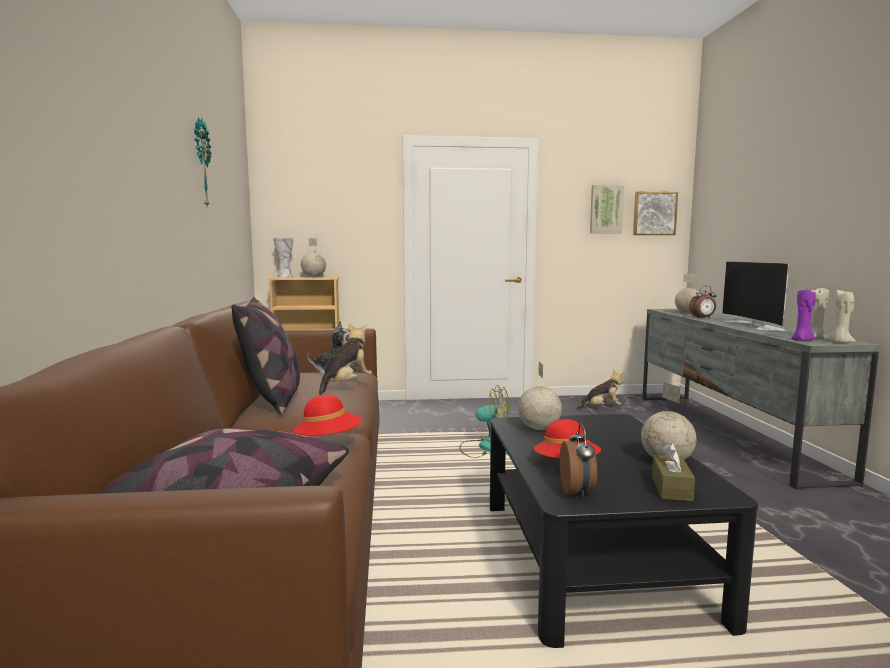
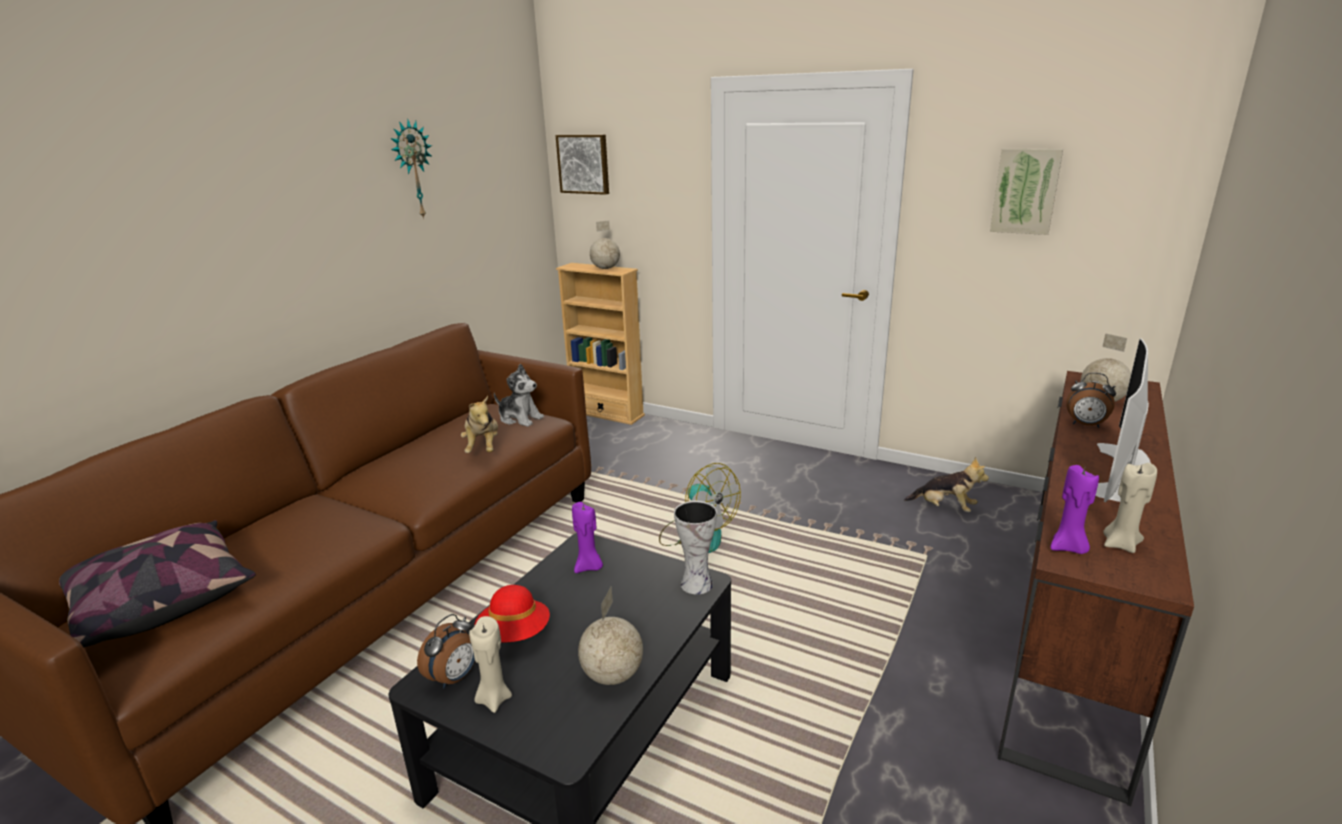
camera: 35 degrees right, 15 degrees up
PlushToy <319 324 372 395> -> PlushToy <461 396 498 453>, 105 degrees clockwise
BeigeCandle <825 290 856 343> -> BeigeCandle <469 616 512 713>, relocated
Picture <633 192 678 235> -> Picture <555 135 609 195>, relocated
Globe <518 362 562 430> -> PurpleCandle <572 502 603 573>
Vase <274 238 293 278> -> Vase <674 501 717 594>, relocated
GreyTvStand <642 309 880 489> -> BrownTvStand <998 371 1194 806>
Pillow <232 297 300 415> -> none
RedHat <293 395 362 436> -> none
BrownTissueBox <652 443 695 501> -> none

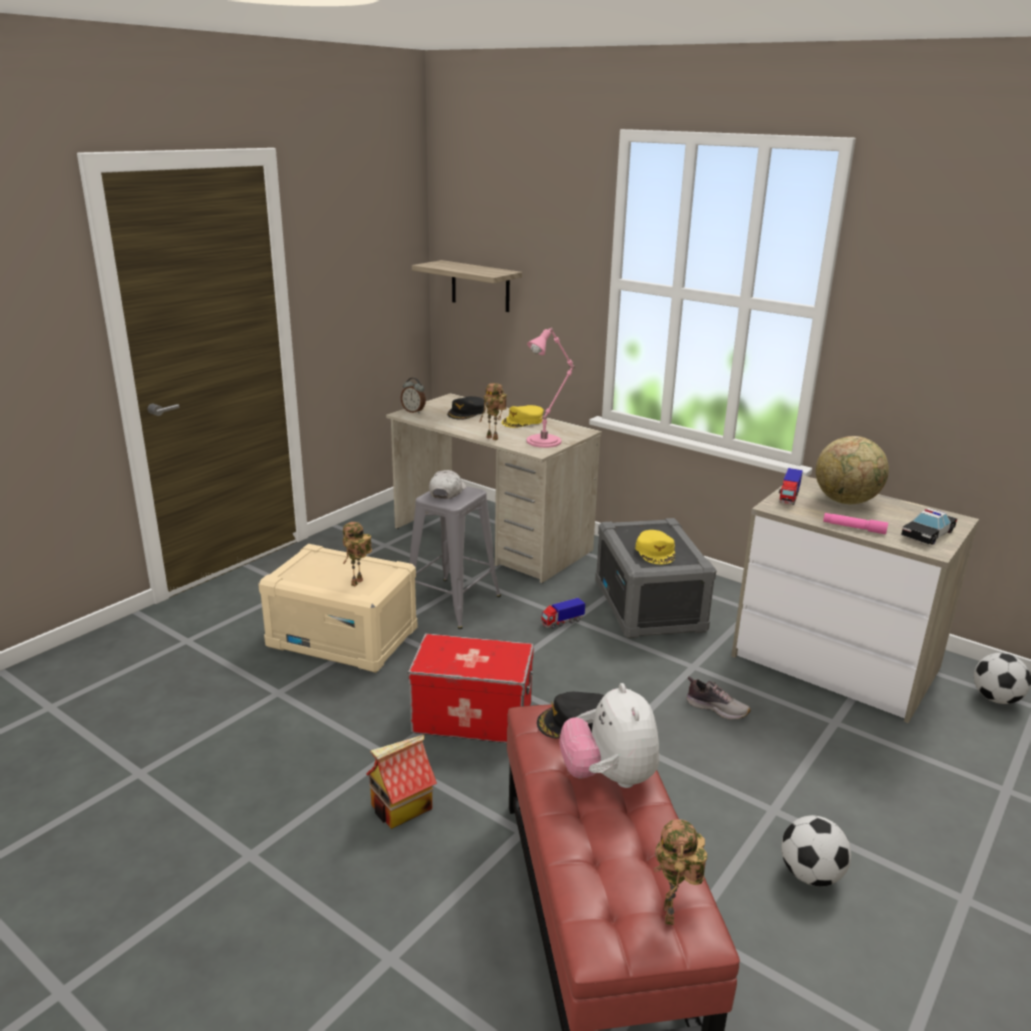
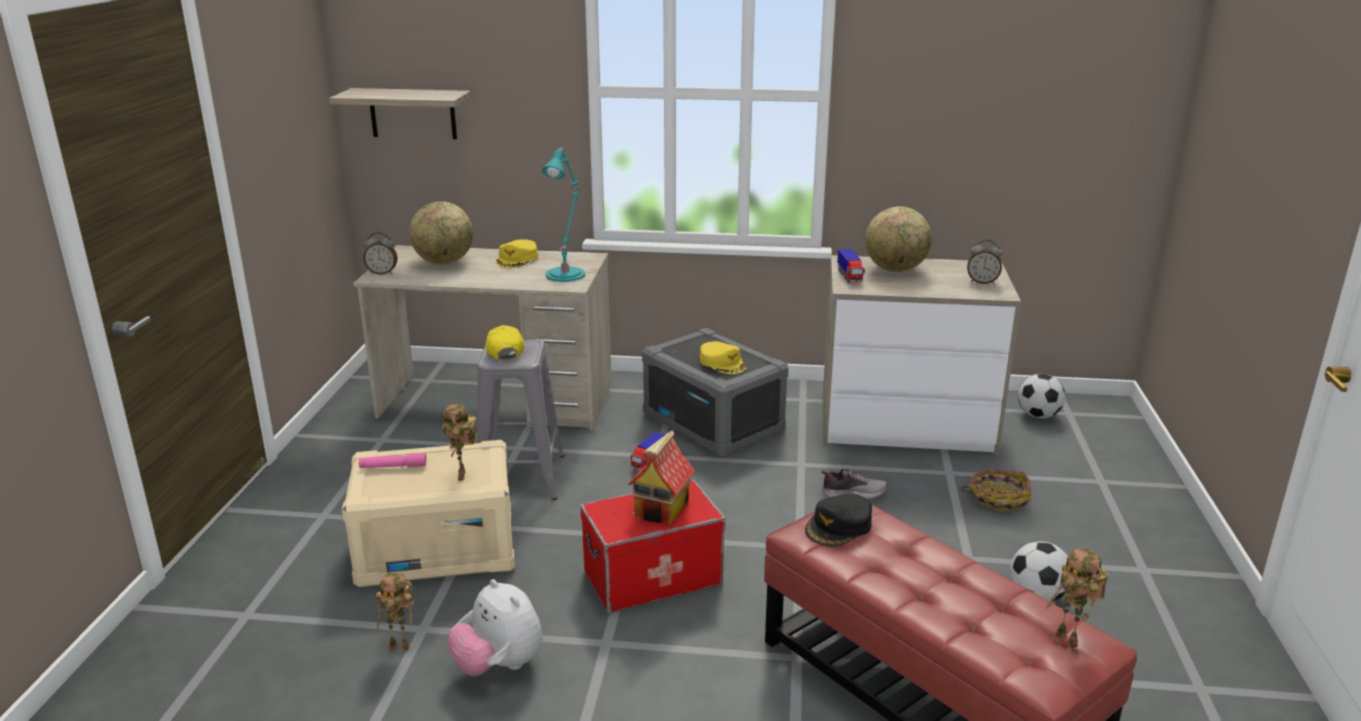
camera: 30 degrees left, 0 degrees up
PinkFlashlight <823 513 888 534> -> PinkFlashlight <359 453 427 468>, relocated
ToyRobot <480 383 507 440> -> ToyRobot <376 572 414 651>, relocated
BlackCap <447 396 485 420> -> Globe <409 201 473 265>
PlushToy <559 683 659 788> -> PlushToy <447 579 543 676>, relocated
WhiteCap <429 470 467 499> -> YellowCap <486 325 525 360>
PinkTableLamp <527 327 574 448> -> TurquoiseTableLamp <542 147 585 282>
ToyHouse <366 735 437 829> -> ToyHouse <628 429 695 525>, relocated
none -> Basket <961 469 1031 512>
ToyCar <901 508 957 545> -> AlarmClock <967 239 1002 284>

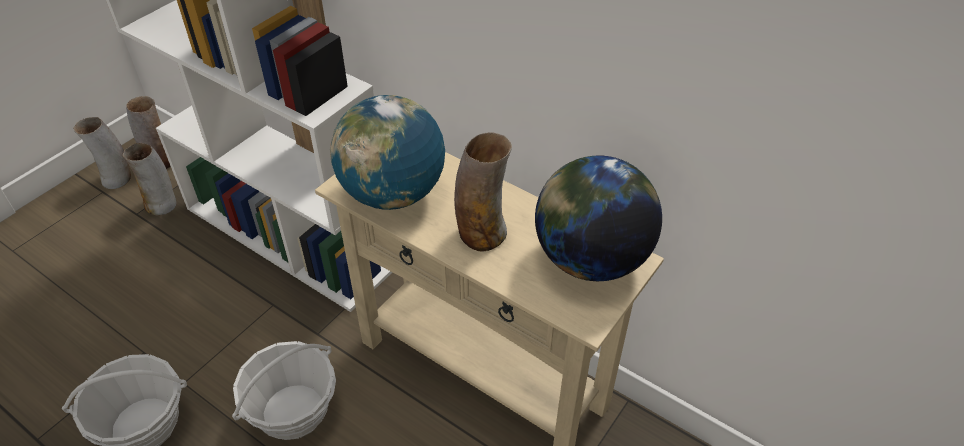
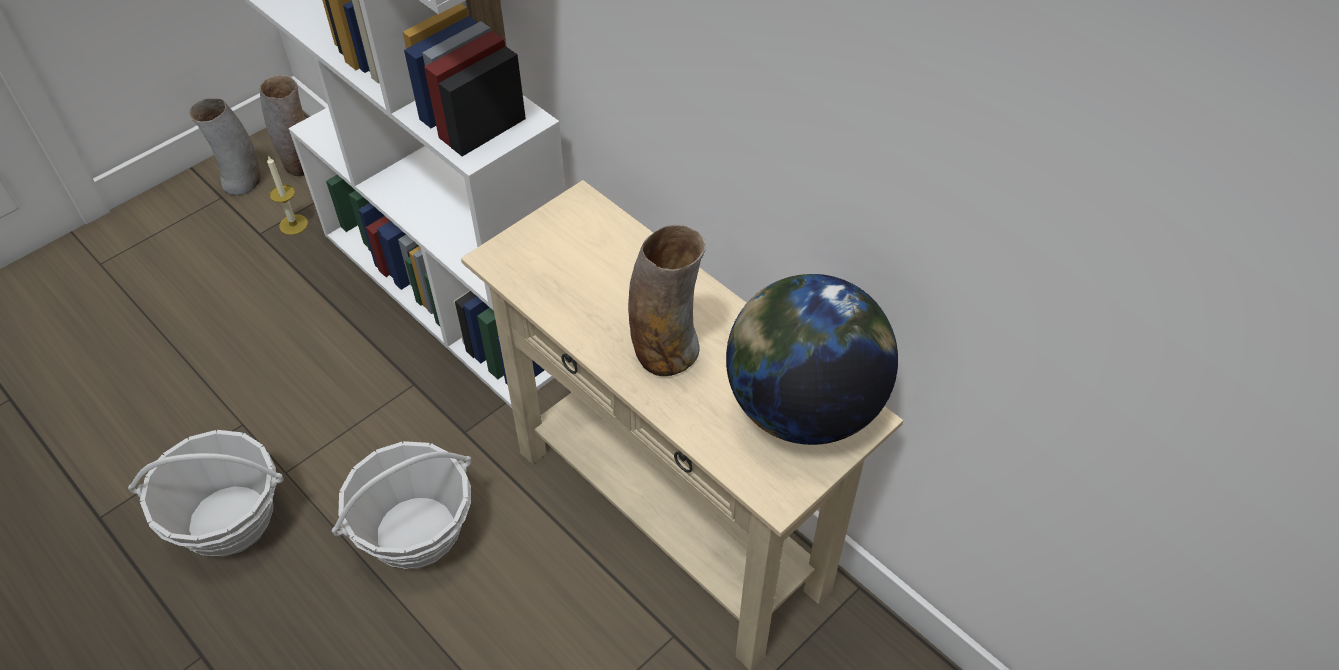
camera: 10 degrees right, 5 degrees up
Vase <123 143 177 215> -> Candle <267 155 308 235>
Globe <330 95 445 210> -> none

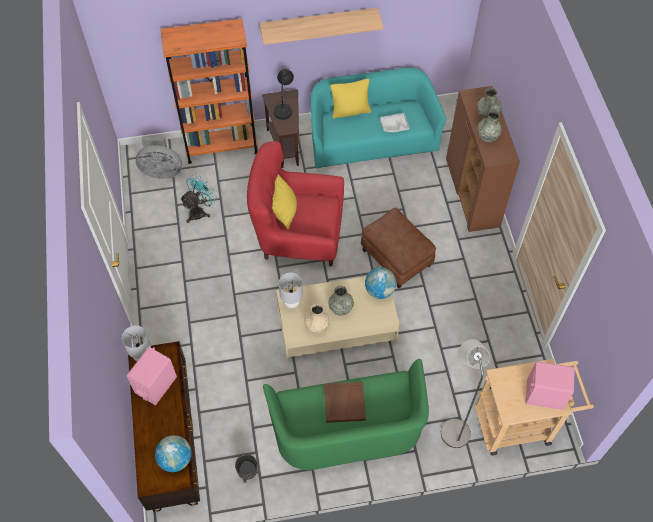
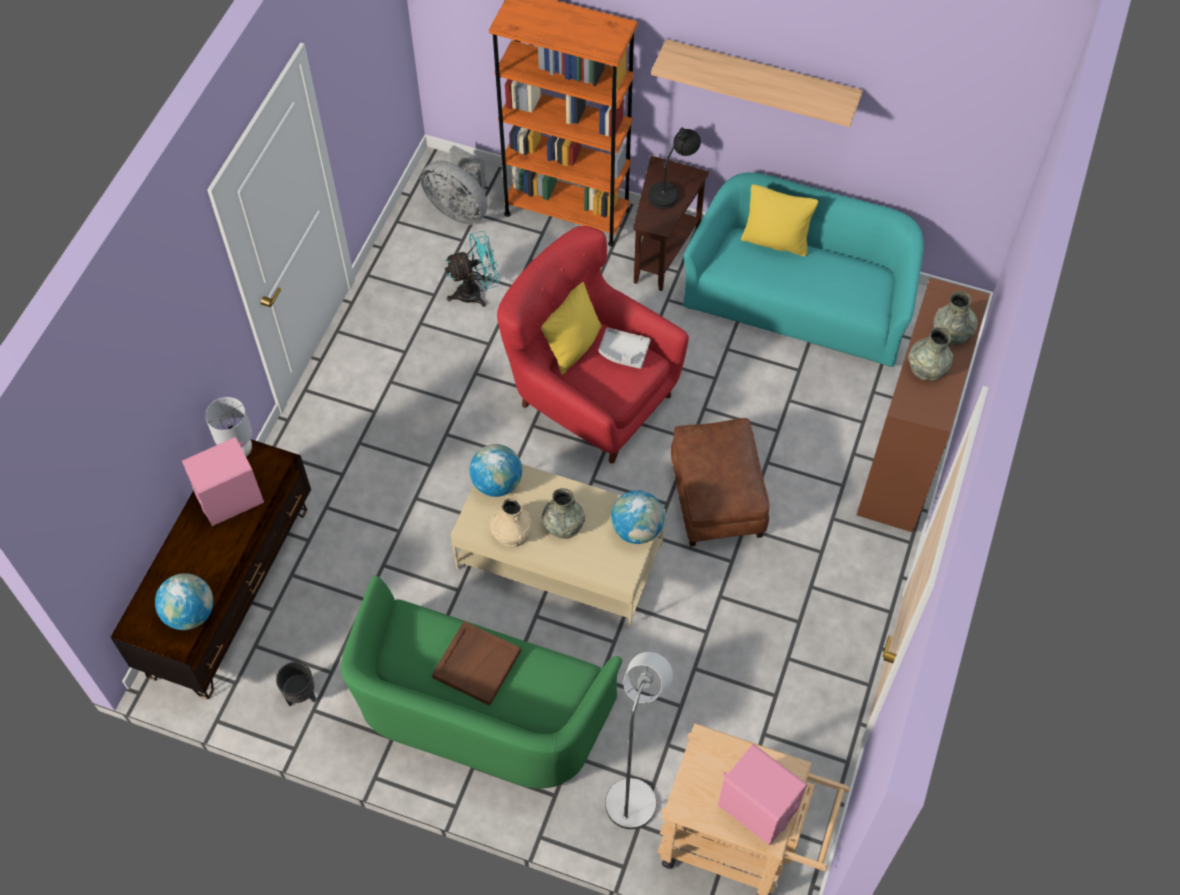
camera: 30 degrees right, 0 degrees up
GreyTableLamp <279 273 303 309> -> Globe <470 444 522 497>
GreyTray <380 113 410 132> -> GreyTray <599 328 651 369>, relocated

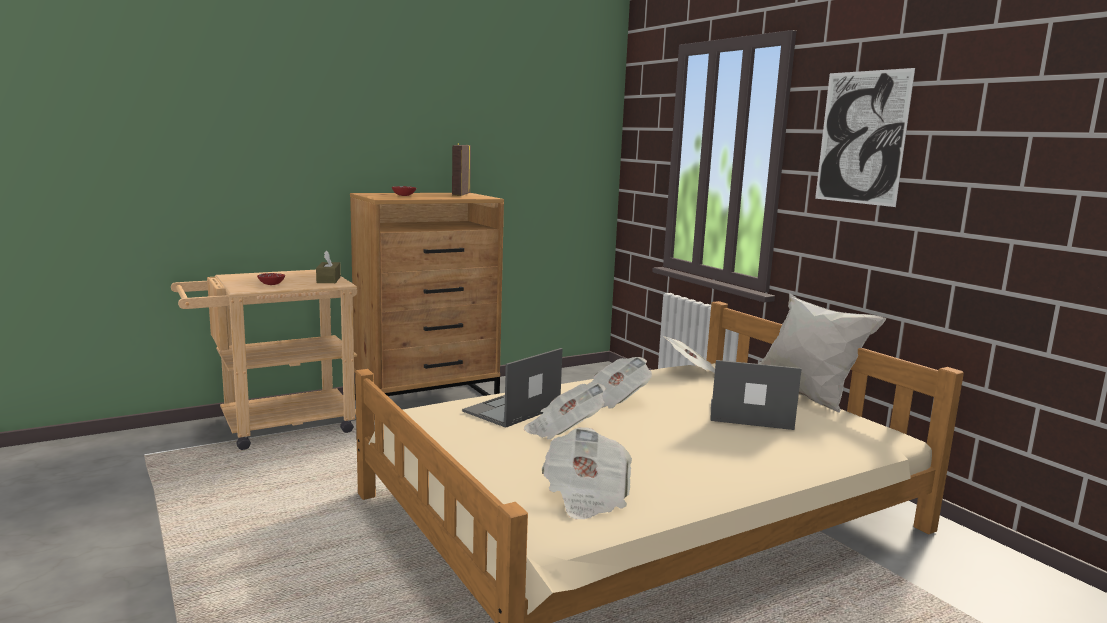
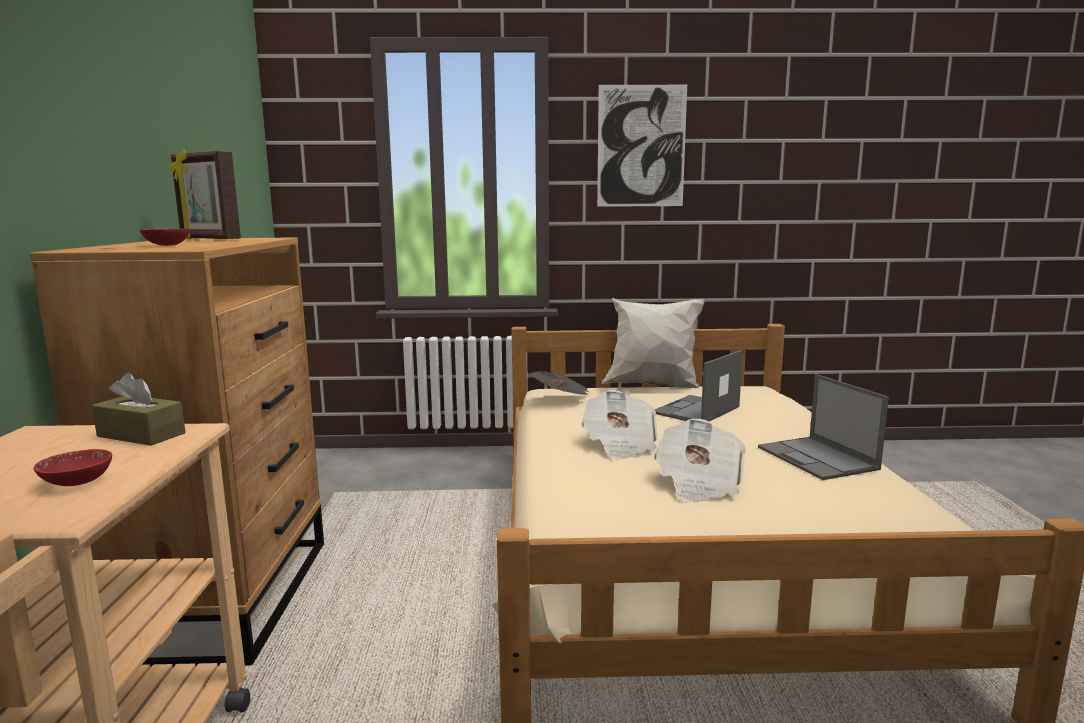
camera: 60 degrees left, 0 degrees up
Laptop <462 348 563 428> -> Laptop <758 374 889 480>, relocated
Newspaper <542 427 632 520> -> none

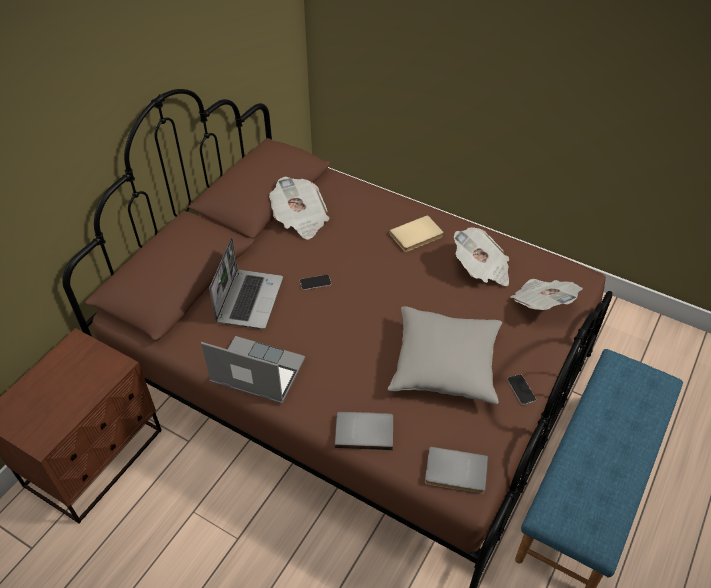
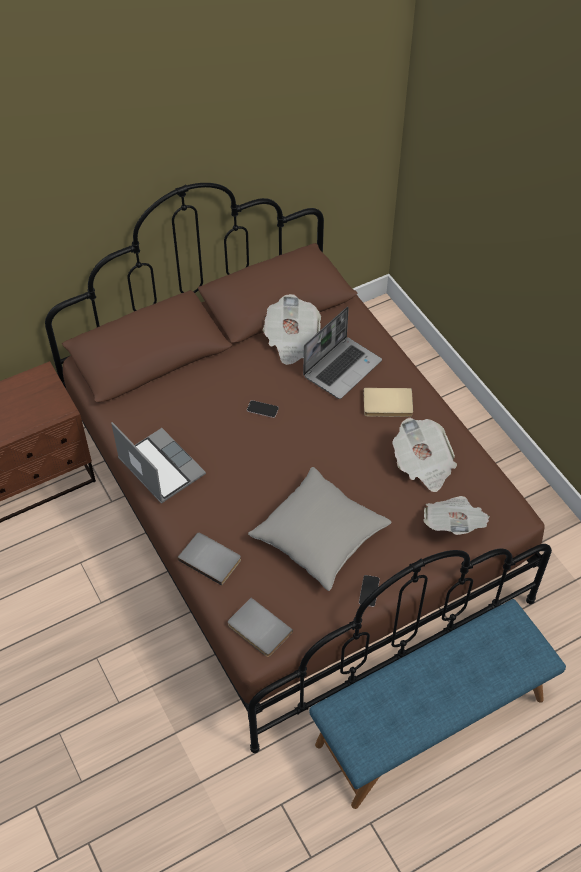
camera: 30 degrees right, 5 degrees up
Laptop <209 237 283 329> -> Laptop <303 307 382 399>, relocated

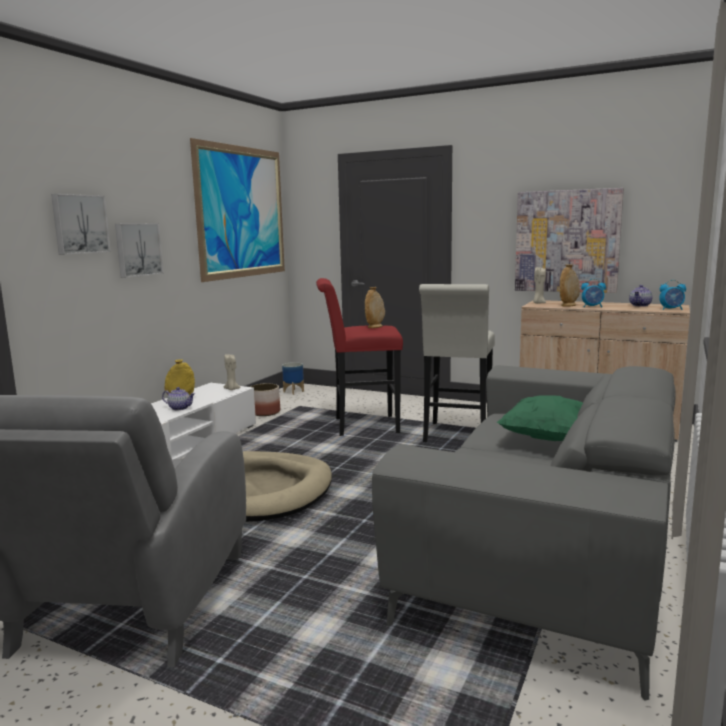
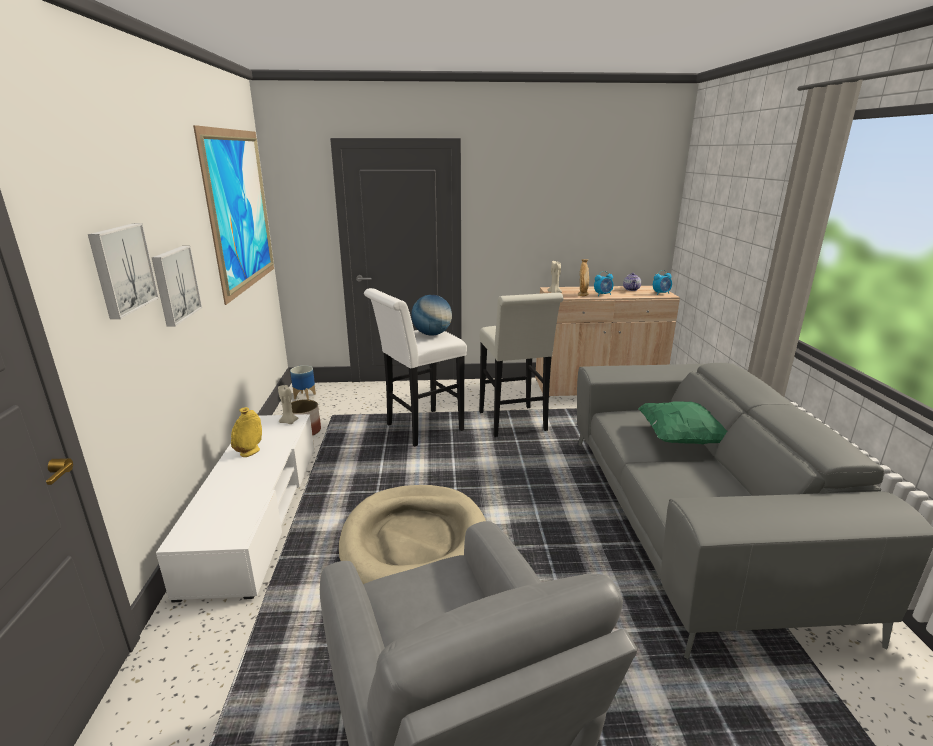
camera: 30 degrees left, 10 degrees up
RedStool <316 278 403 436> -> WhiteStool <364 288 467 447>
BeigeVase <365 287 385 328> -> Globe <411 295 452 336>
Teapot <162 387 195 410> -> none
Picture <515 188 624 293> -> none

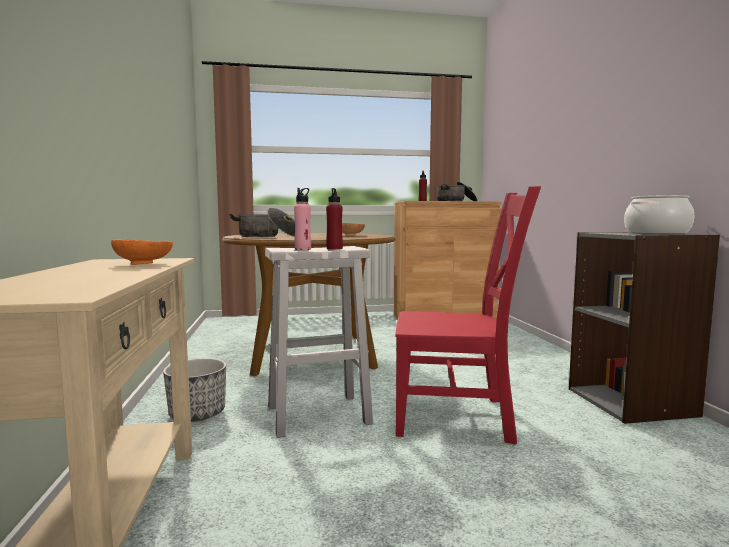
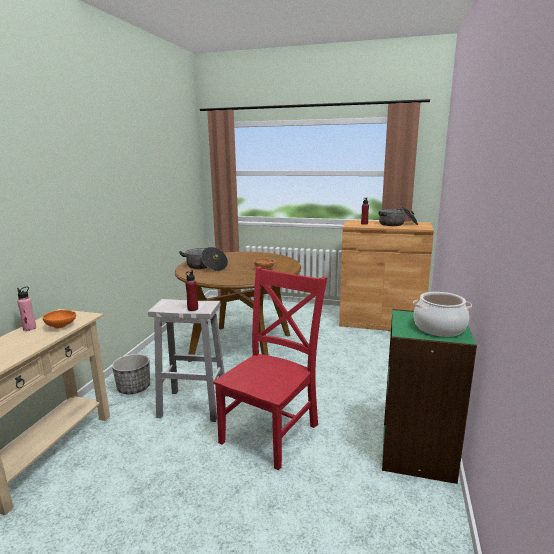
camera: 25 degrees right, 10 degrees up
PinkBottle <294 188 311 250> -> PinkBottle <17 286 36 331>, relocated
RedChair <395 186 541 445> -> RedChair <213 266 327 470>, 90 degrees counterclockwise
GreyBookcase <569 232 720 424> -> GreenBookcase <382 309 477 484>

